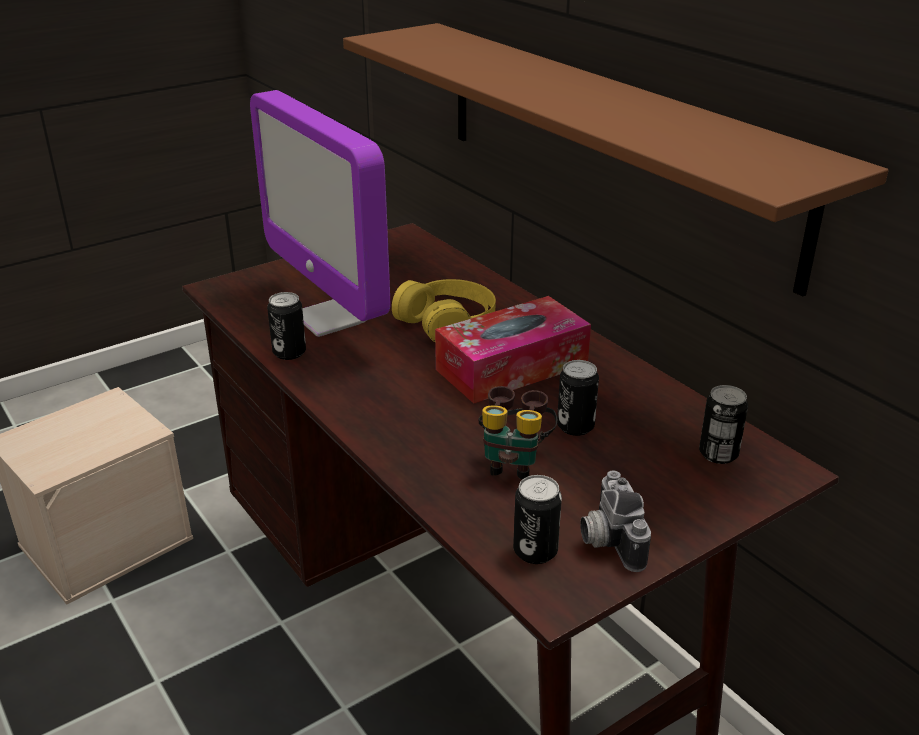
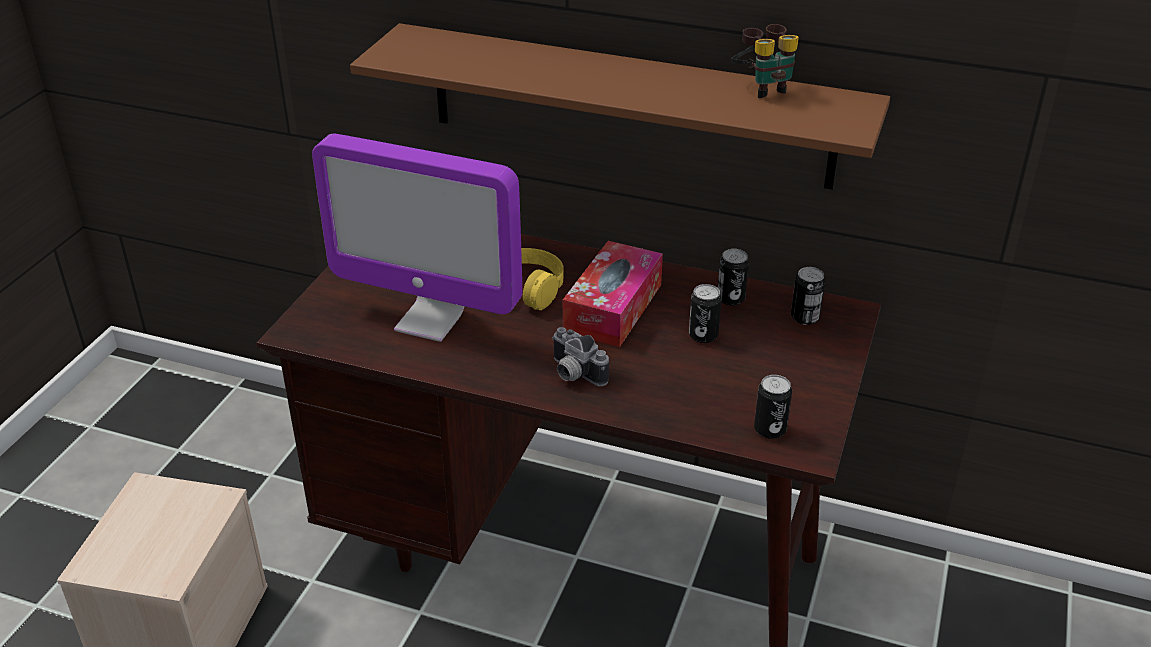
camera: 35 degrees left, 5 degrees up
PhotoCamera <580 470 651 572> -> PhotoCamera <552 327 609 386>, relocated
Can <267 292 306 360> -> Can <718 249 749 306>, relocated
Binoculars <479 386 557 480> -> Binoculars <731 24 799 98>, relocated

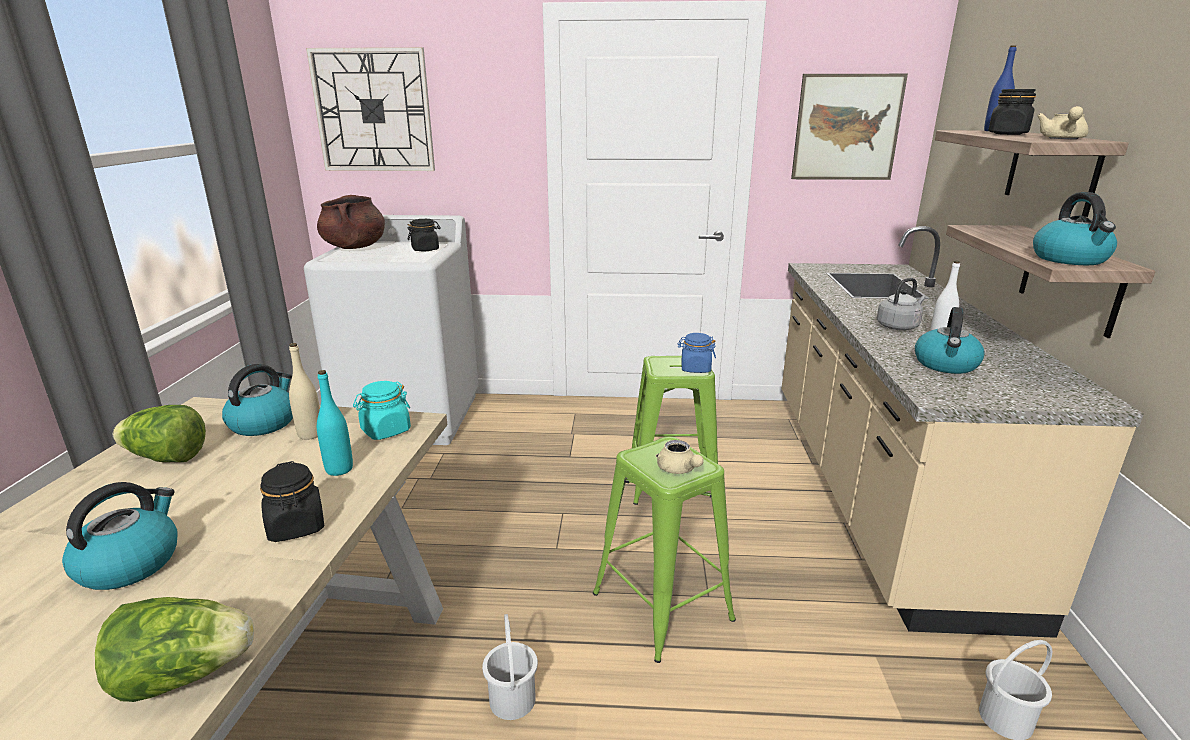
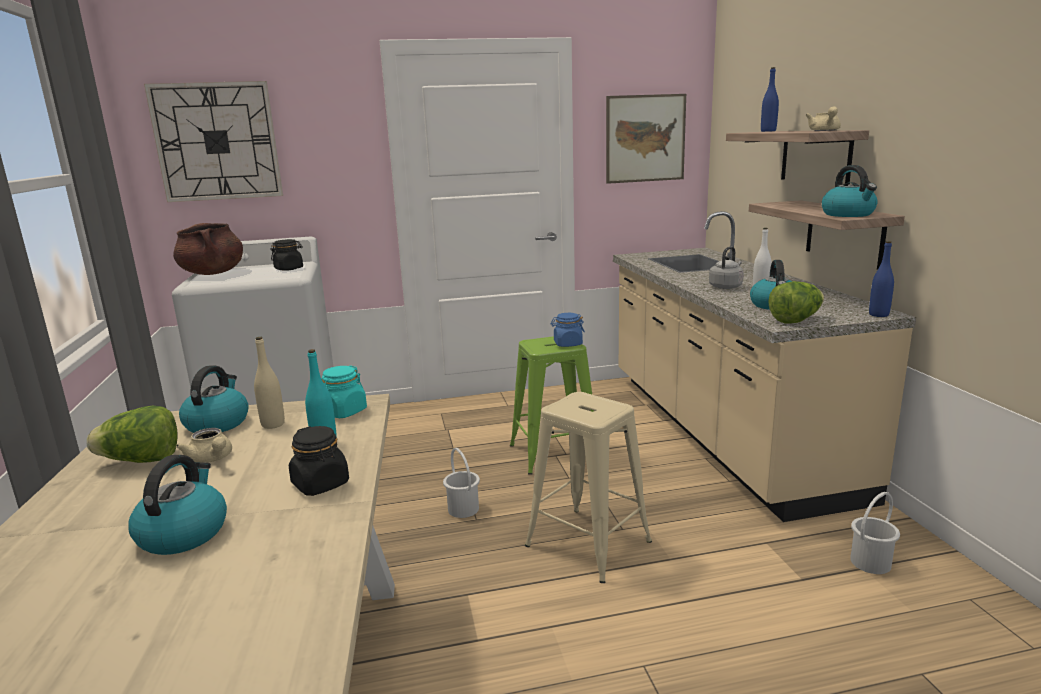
camera: 15 degrees left, 5 degrees down
BeigeTeapot <656 440 704 474> -> BeigeTeapot <176 428 232 463>, relocated
WhiteBucket <482 614 538 720> -> WhiteBucket <443 448 480 518>, relocated
GreenStool <593 436 736 663> -> BeigeStool <525 392 652 583>
Lettuce <95 597 254 702> -> Lettuce <768 281 824 324>, relocated
none -> BlueBottle <869 241 894 317>
BlackJar <988 89 1036 135> -> none

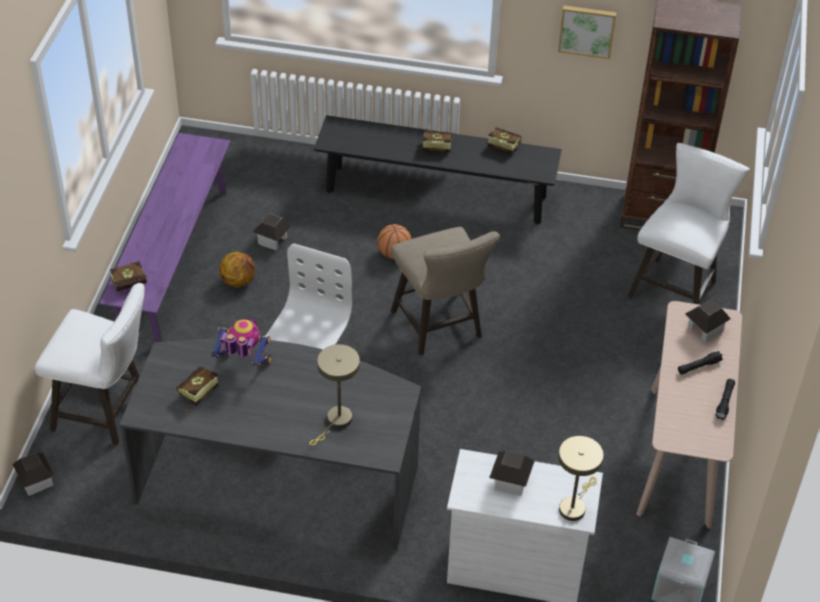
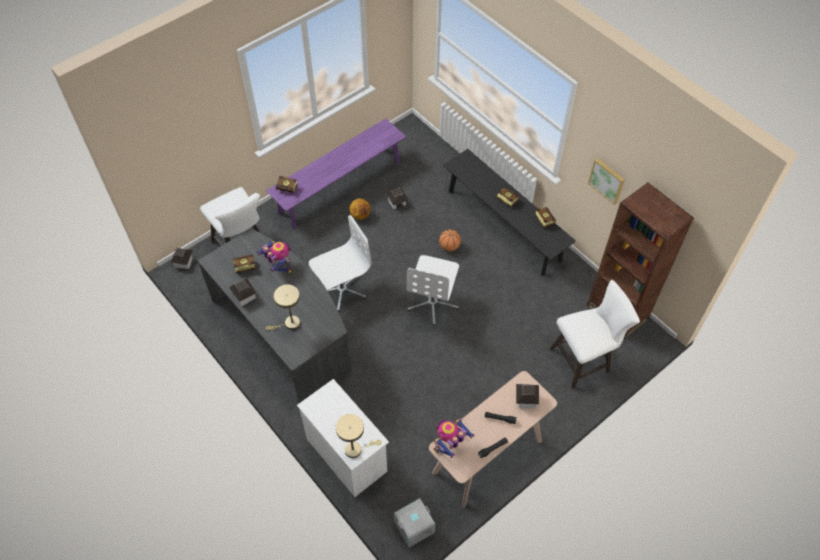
camera: 40 degrees right, 10 degrees up
ToyHouse <489 451 535 496> -> ToyHouse <229 279 257 306>, relocated
BeigeStool <391 227 500 356> -> WhiteOfficeChair <406 255 459 326>
none -> ToyRobot <434 418 474 458>

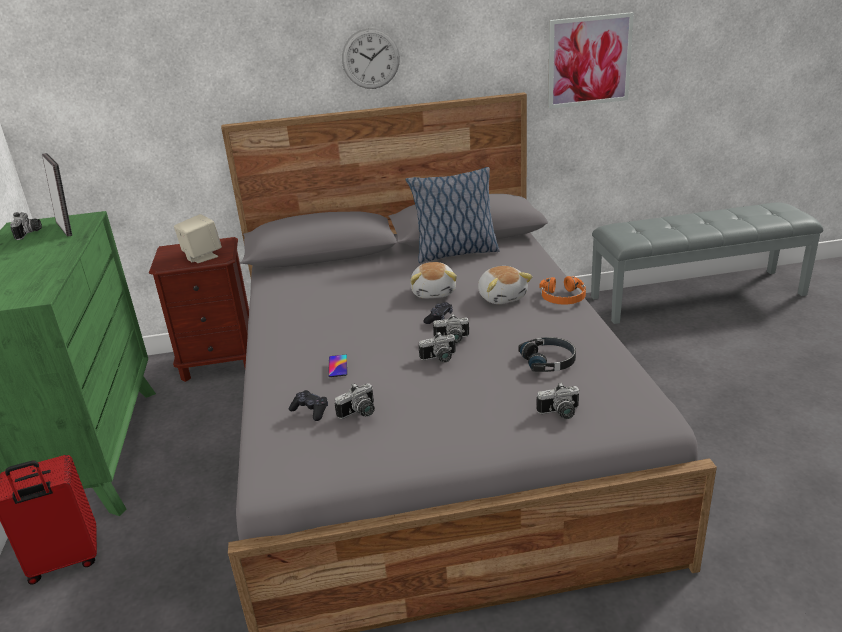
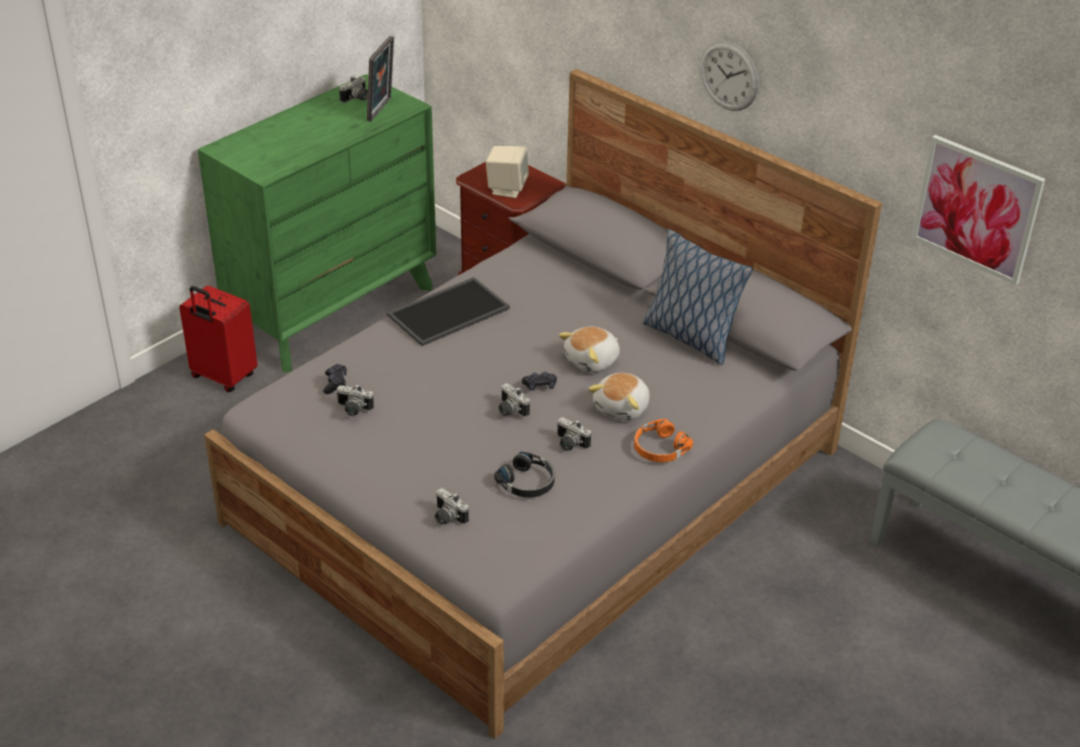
camera: 50 degrees right, 10 degrees up
none -> Tray <387 277 510 346>
PhotoCamera <419 332 456 362> -> PhotoCamera <557 417 591 451>, relocated
Phone <328 354 347 377> -> none

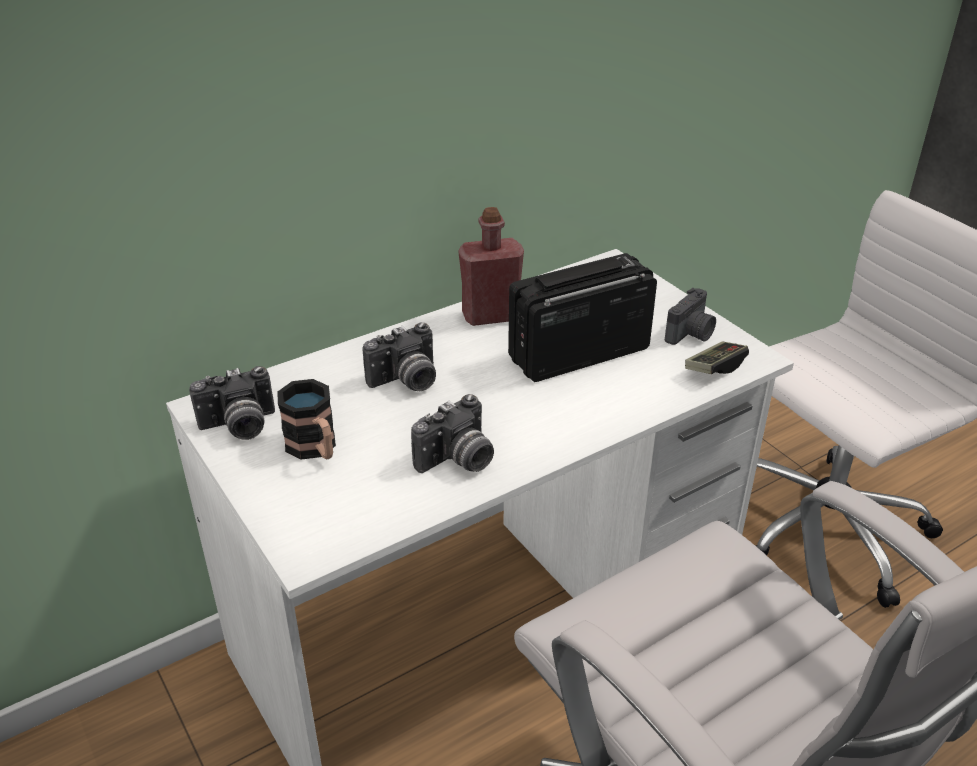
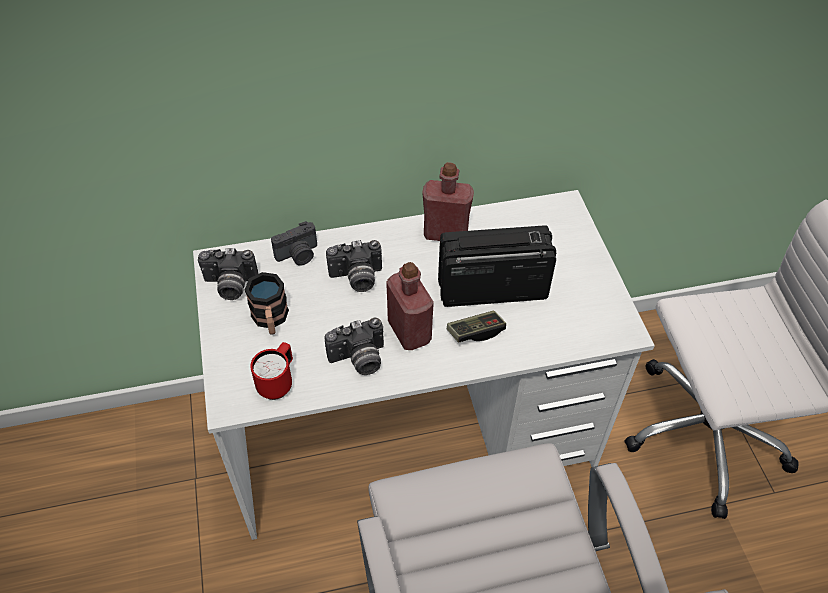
camera: 20 degrees right, 15 degrees up
none -> RedMug <250 342 293 400>
PhotoCamera <665 288 716 345> -> PhotoCamera <271 221 317 266>, relocated
none -> RedBottle <386 262 434 350>
GameController <685 342 749 374> -> GameController <447 311 506 342>, relocated

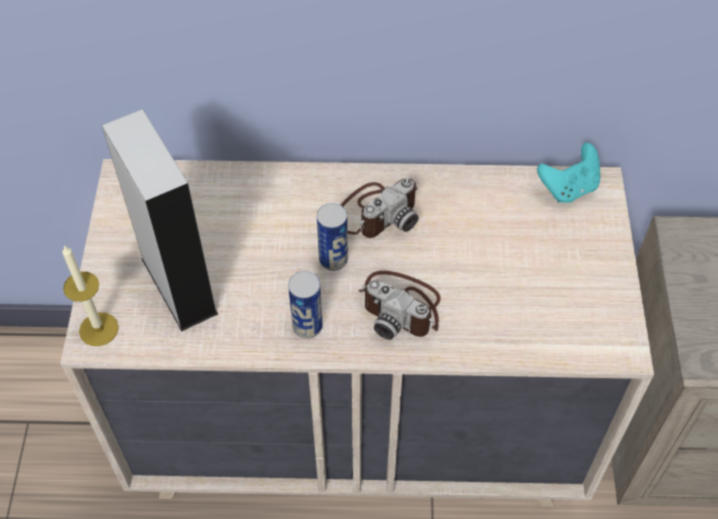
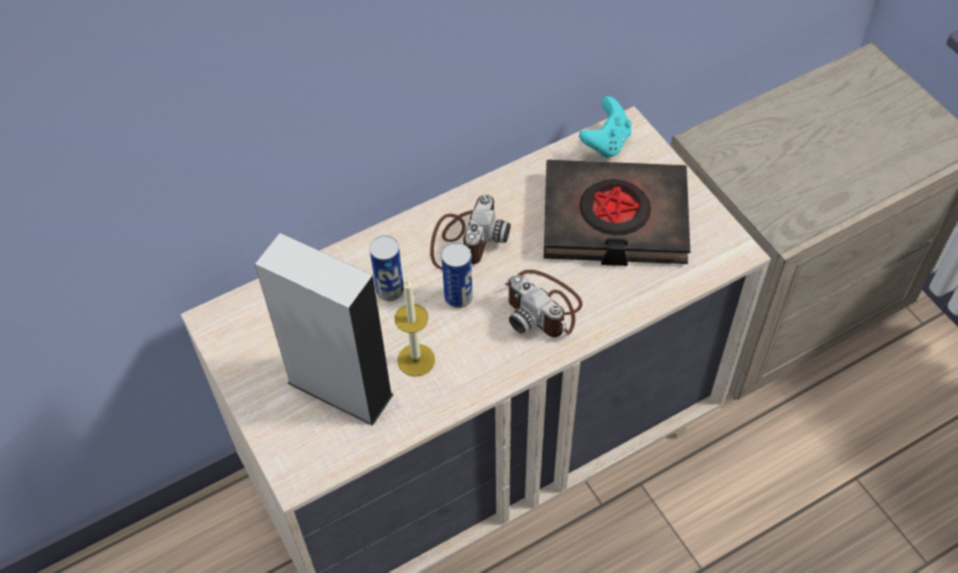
camera: 30 degrees left, 0 degrees up
Can <288 271 322 339> -> Can <369 236 404 301>, relocated
Candle <62 245 119 346> -> Candle <395 280 435 377>, relocated
PhotoCamera <358 271 441 340> -> PhotoCamera <505 270 583 337>, 45 degrees clockwise
none -> BlackBook <544 160 690 266>

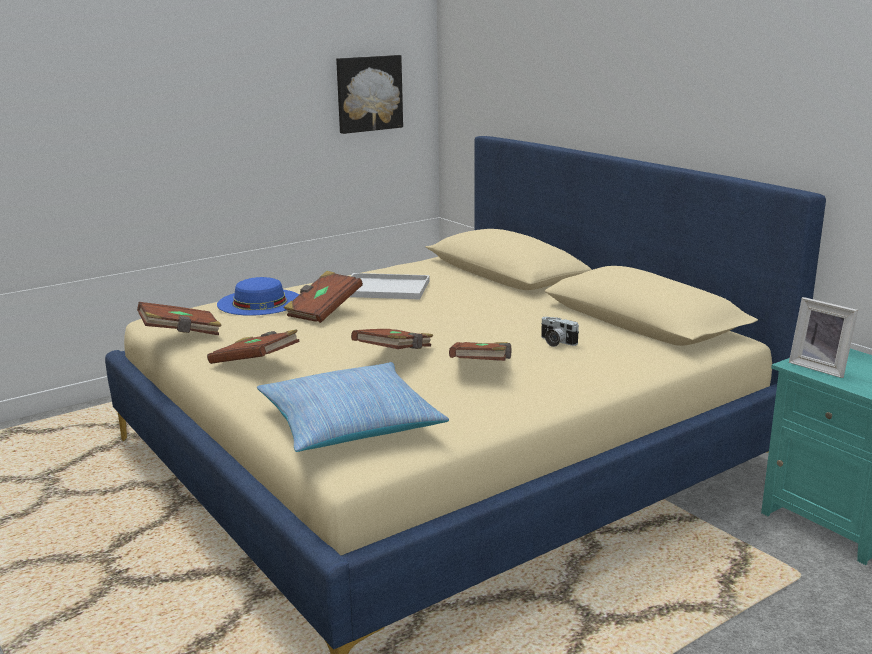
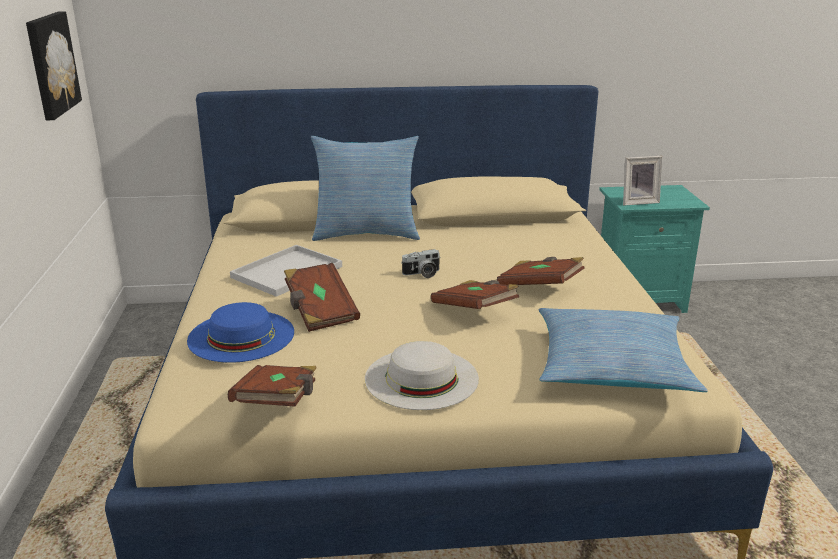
camera: 60 degrees left, 5 degrees up
none -> Pillow <311 136 420 241>
BrownBook <207 329 300 364> -> WhiteHat <365 341 479 410>
PhotoCamera <541 317 579 347> -> PhotoCamera <402 249 441 278>, relocated

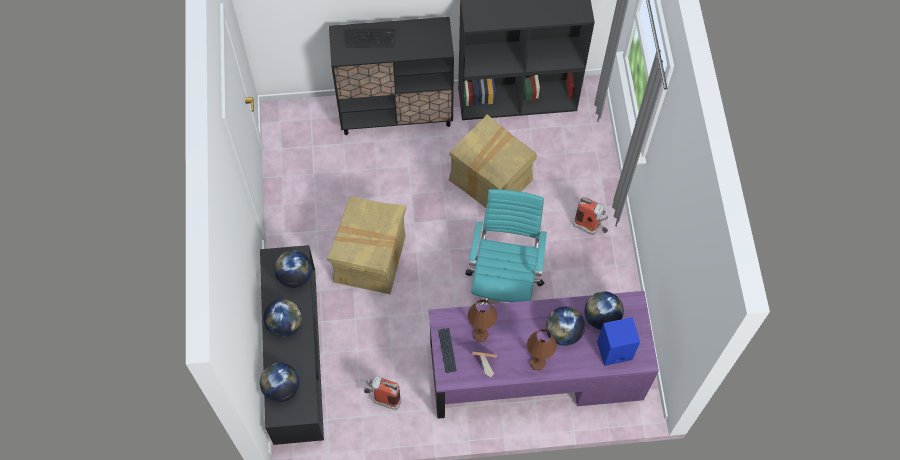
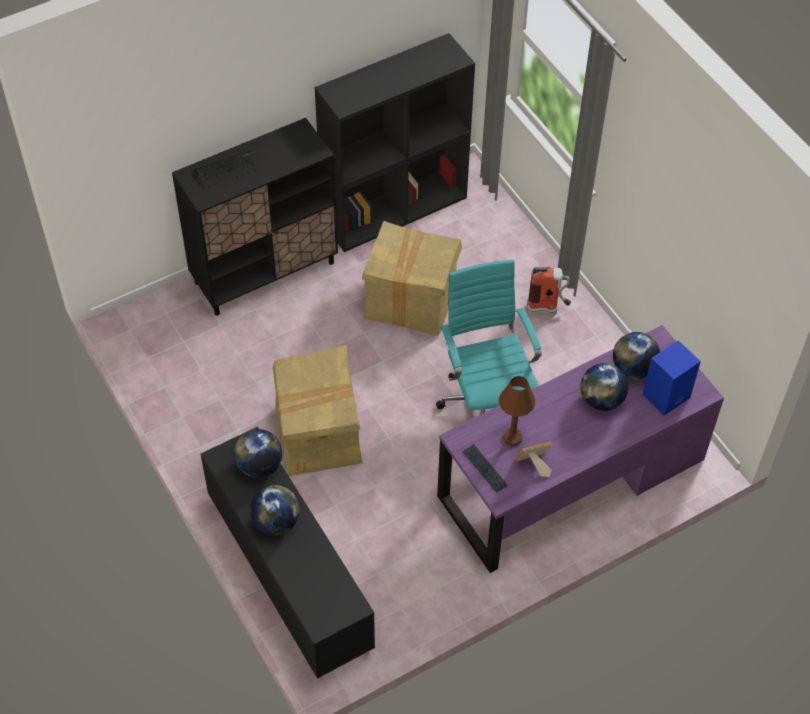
camera: 25 degrees left, 10 degrees down
Globe <260 363 299 402> -> none
FireExtinguisher <364 376 402 410> -> none
BrownTableLamp <527 329 557 370> -> none

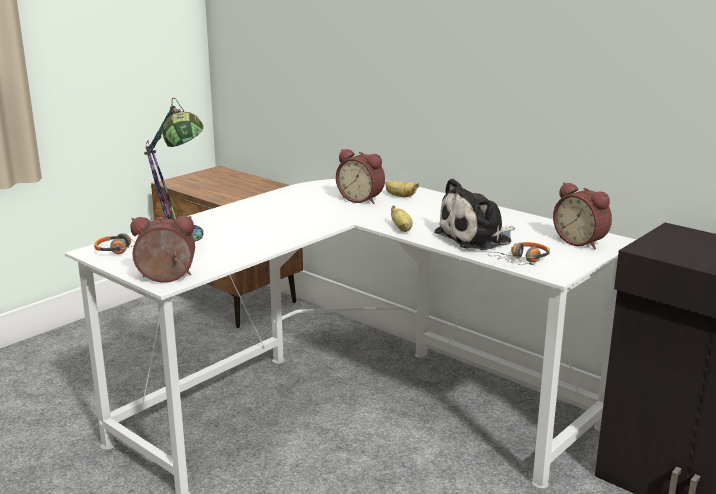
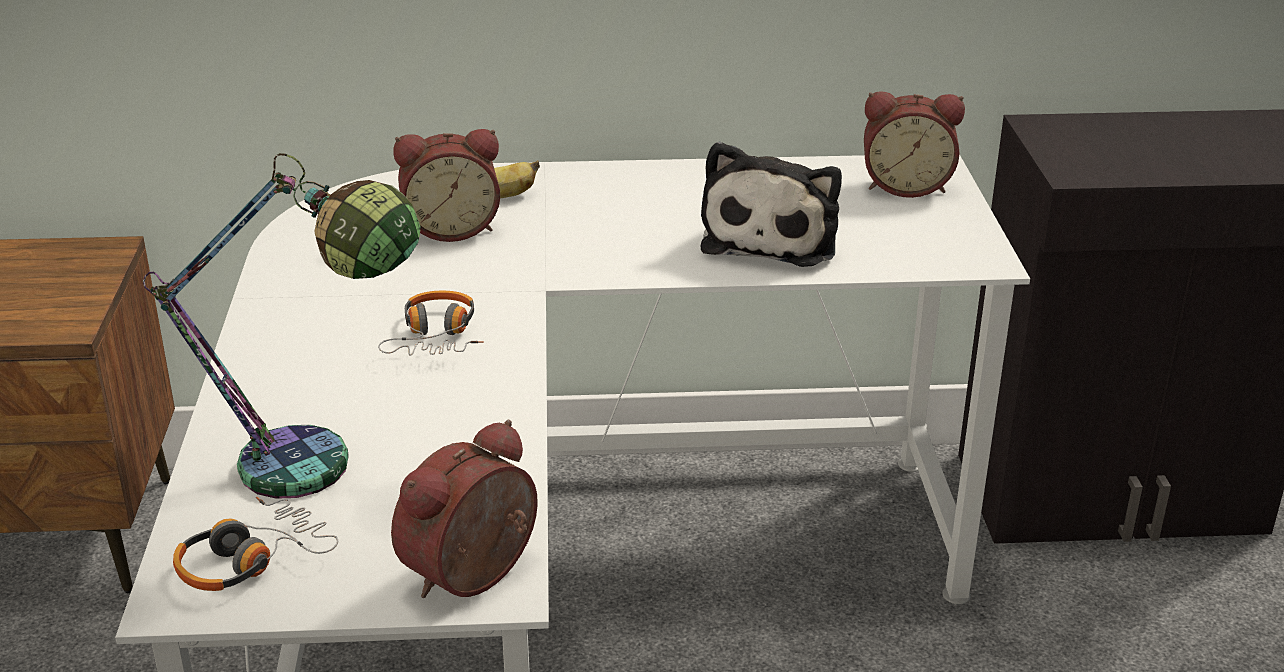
camera: 45 degrees left, 10 degrees up
Headphones <488 242 550 265> -> Headphones <378 291 484 356>, relocated
Banana <391 206 413 232> -> none

